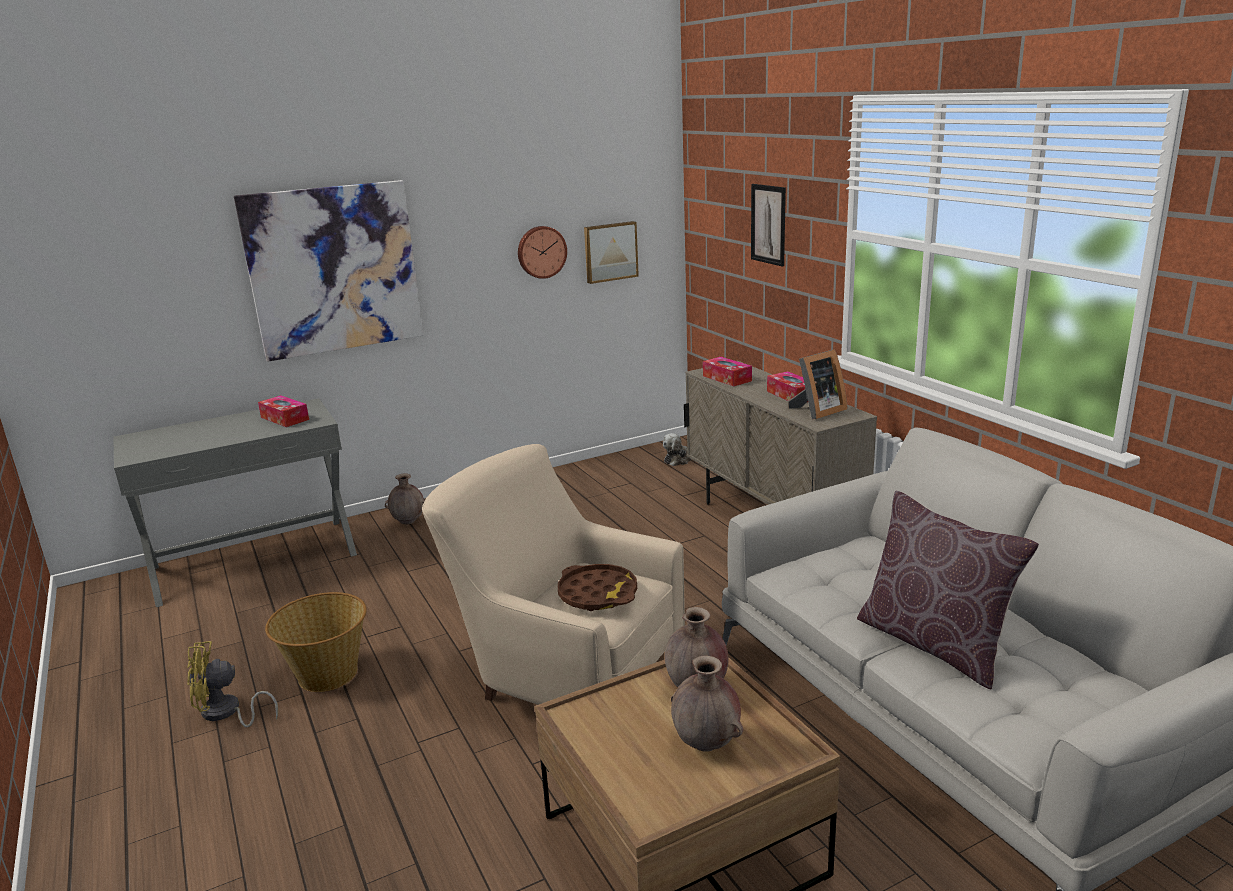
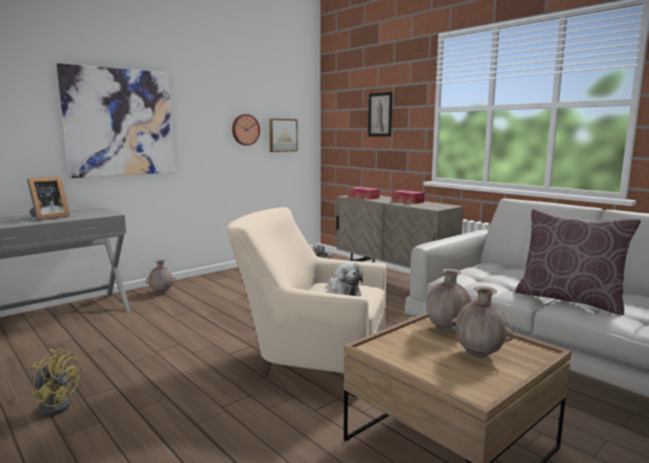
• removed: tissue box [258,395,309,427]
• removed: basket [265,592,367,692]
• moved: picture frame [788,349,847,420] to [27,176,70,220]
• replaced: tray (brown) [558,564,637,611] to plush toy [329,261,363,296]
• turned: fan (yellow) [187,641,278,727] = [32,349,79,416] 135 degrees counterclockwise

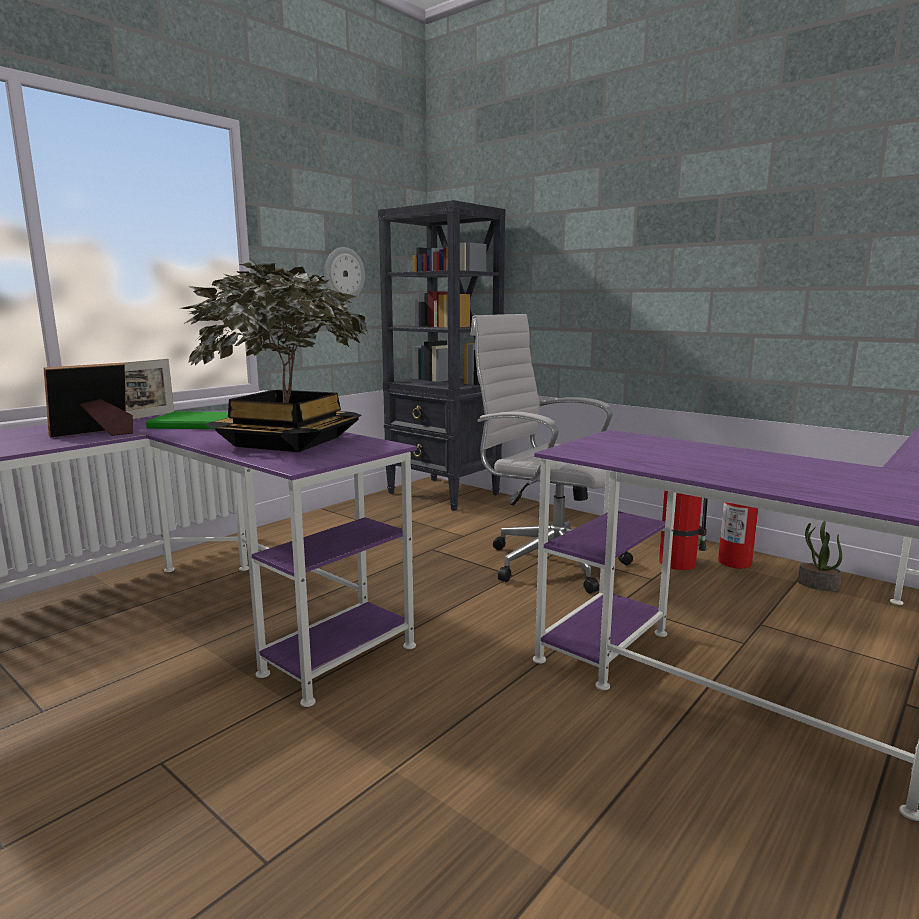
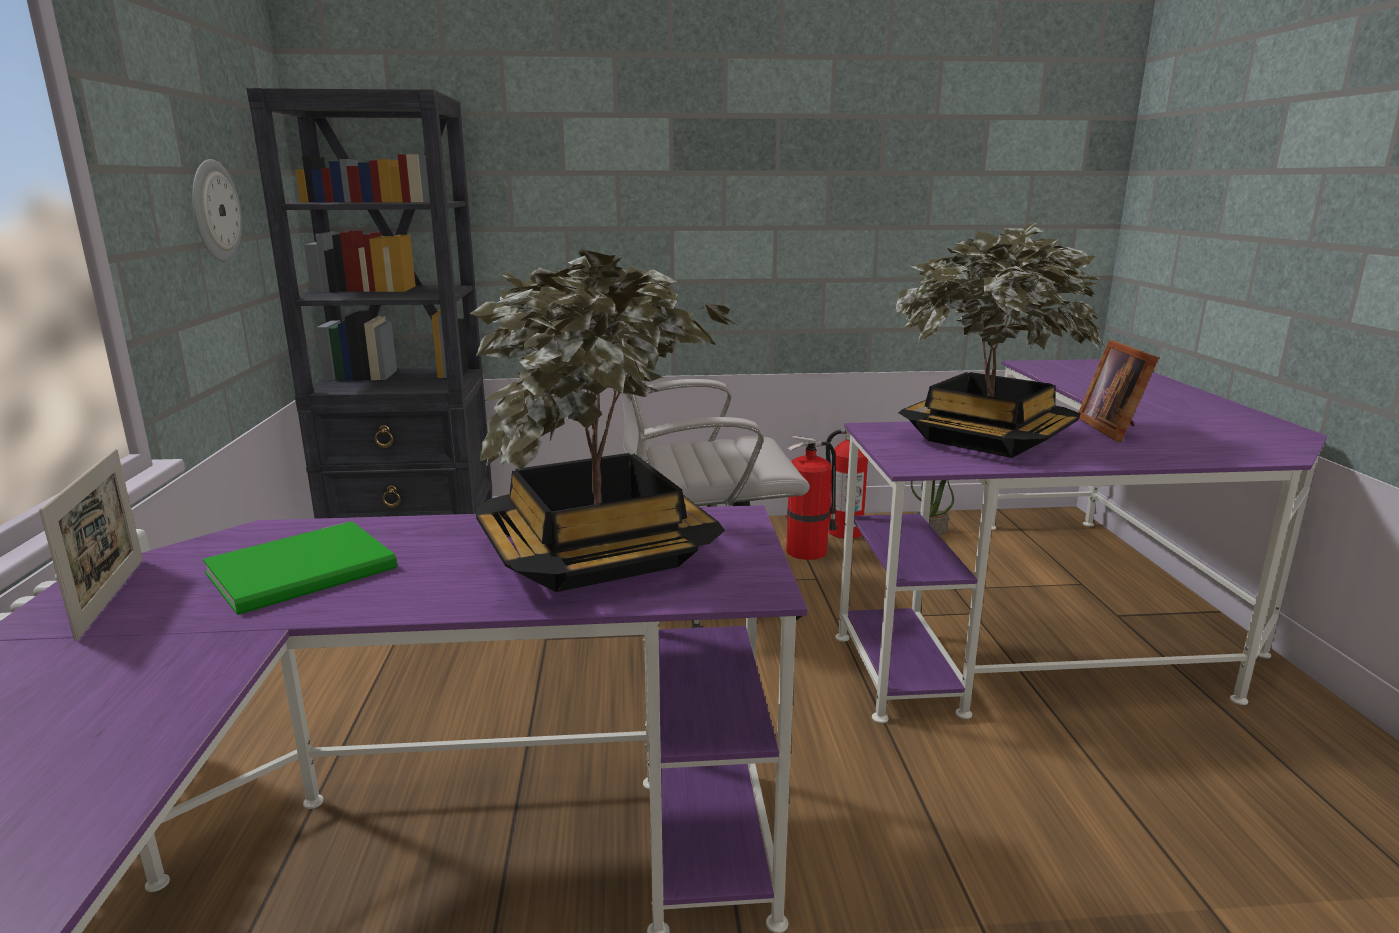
• added: potted plant [895,222,1105,458]
• moved: picture frame [44,363,133,438] to [1078,340,1159,442]

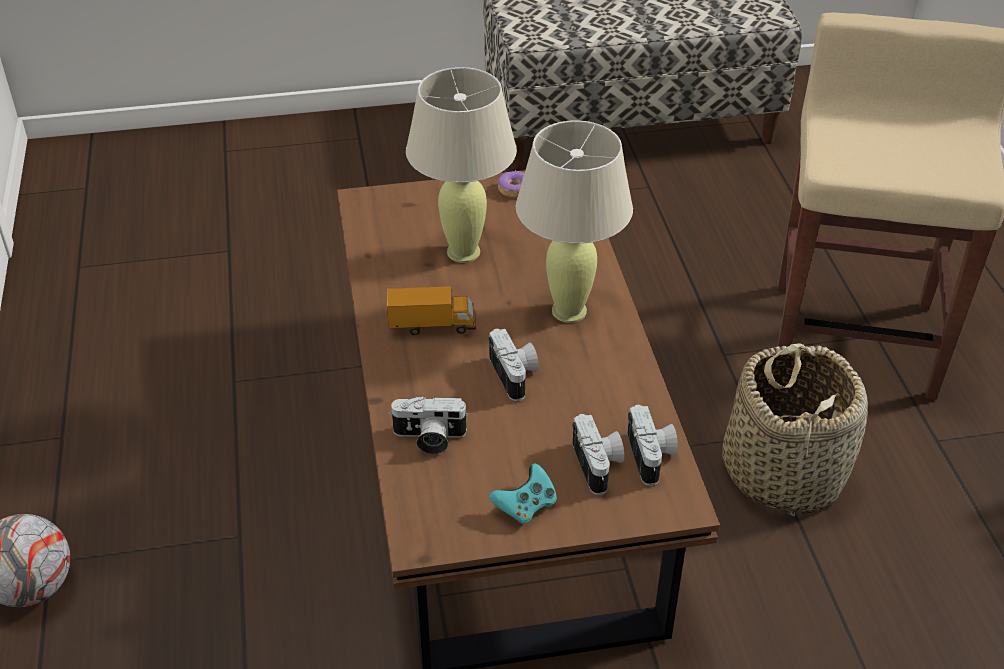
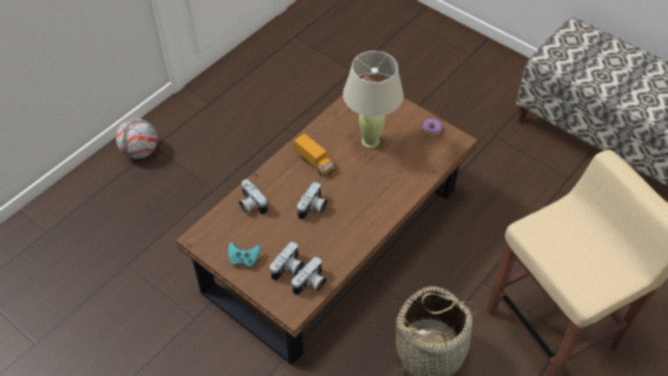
• removed: table lamp (beige) [516,120,633,323]

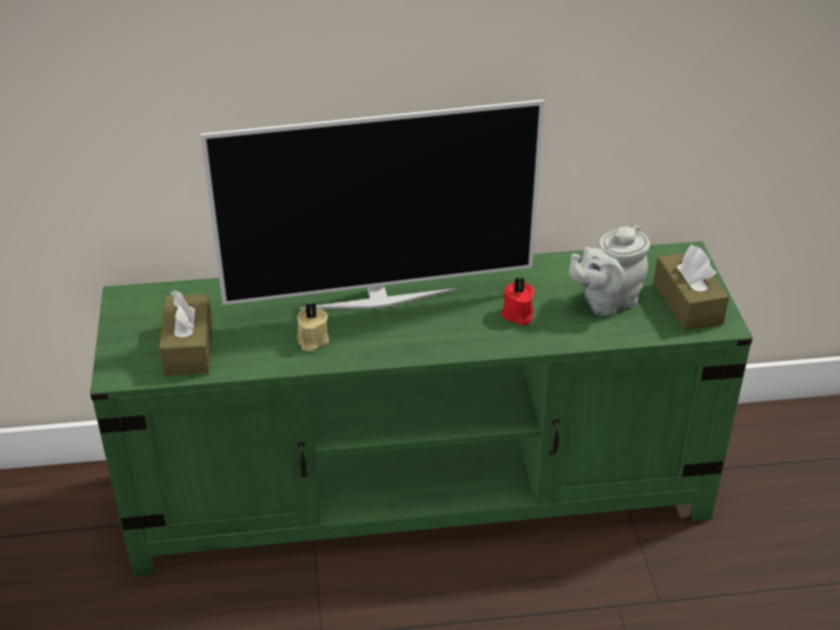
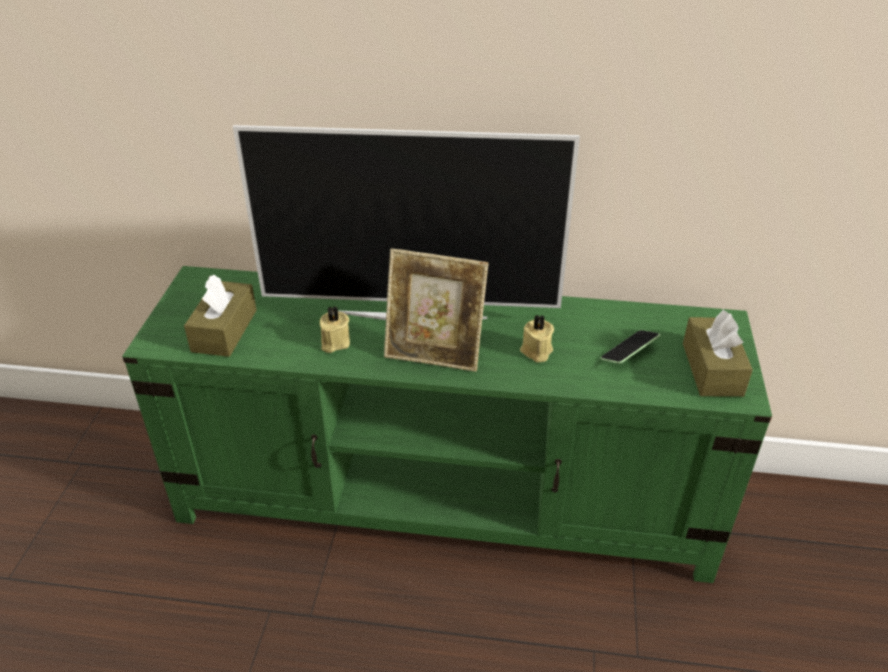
• added: picture frame [384,248,489,372]
• replaced: teapot (grey) [569,225,650,316] to phone [600,330,660,364]
• recoloured: candle (red) [501,278,534,325] to candle (beige) [520,314,554,362]

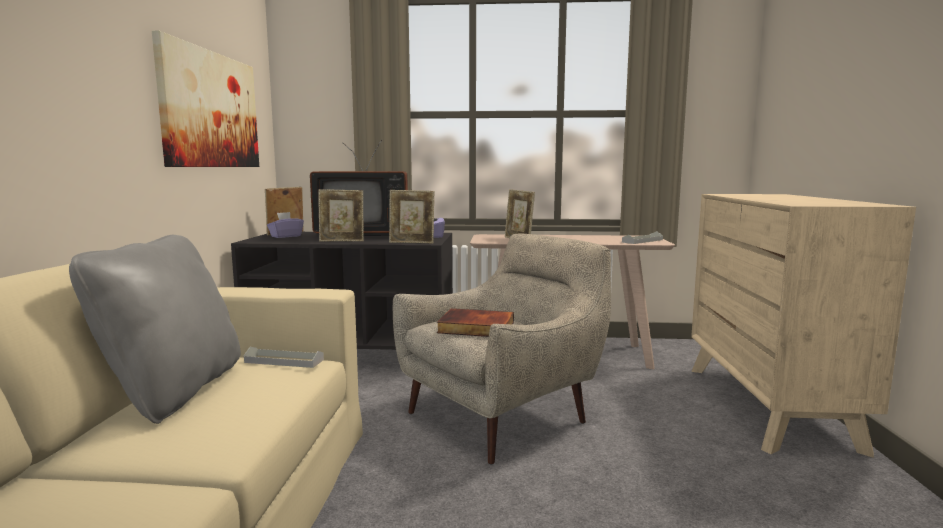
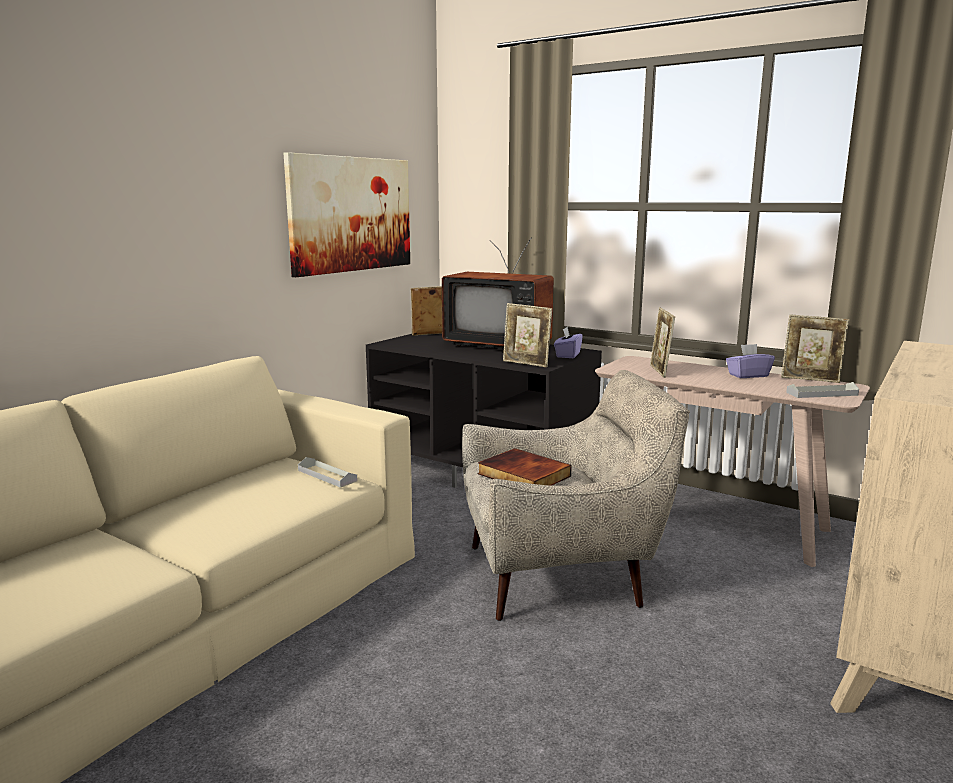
• removed: pillow (grey) [69,235,241,424]
• moved: tissue box (purple) [267,212,304,238] to [726,344,775,378]
• moved: picture frame [318,189,364,242] to [781,314,849,383]

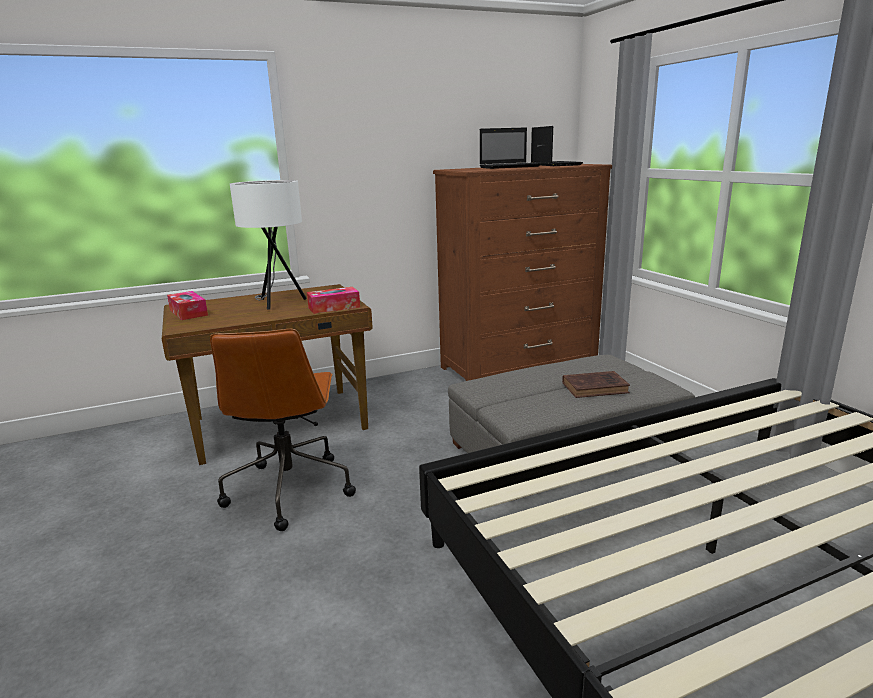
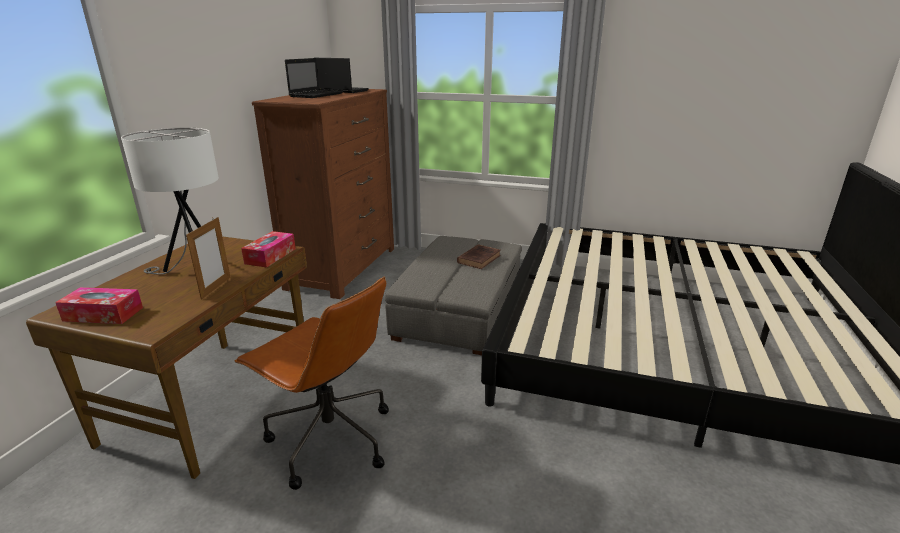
• added: picture frame [186,217,231,300]

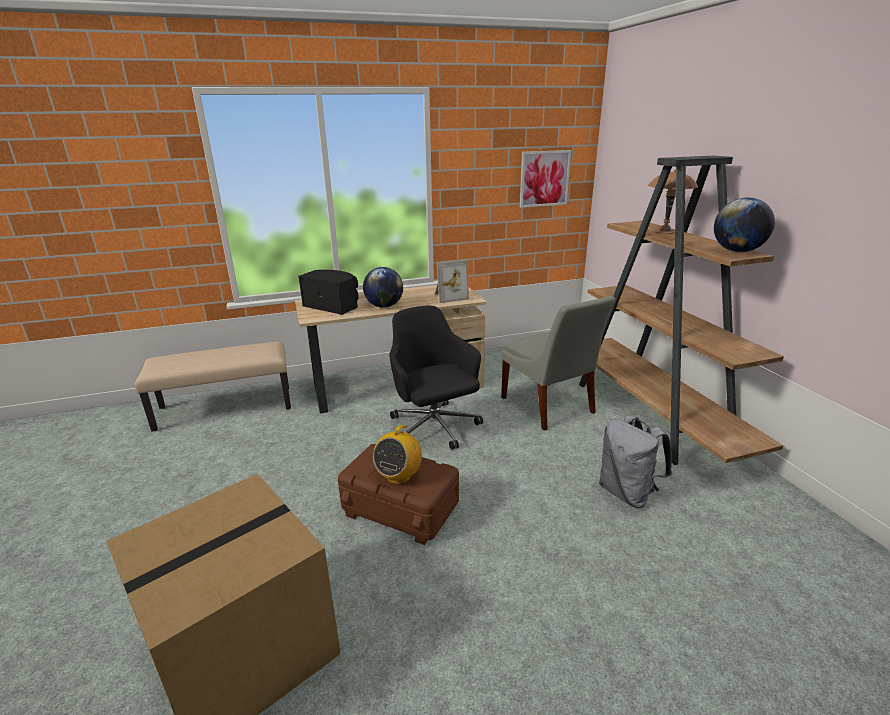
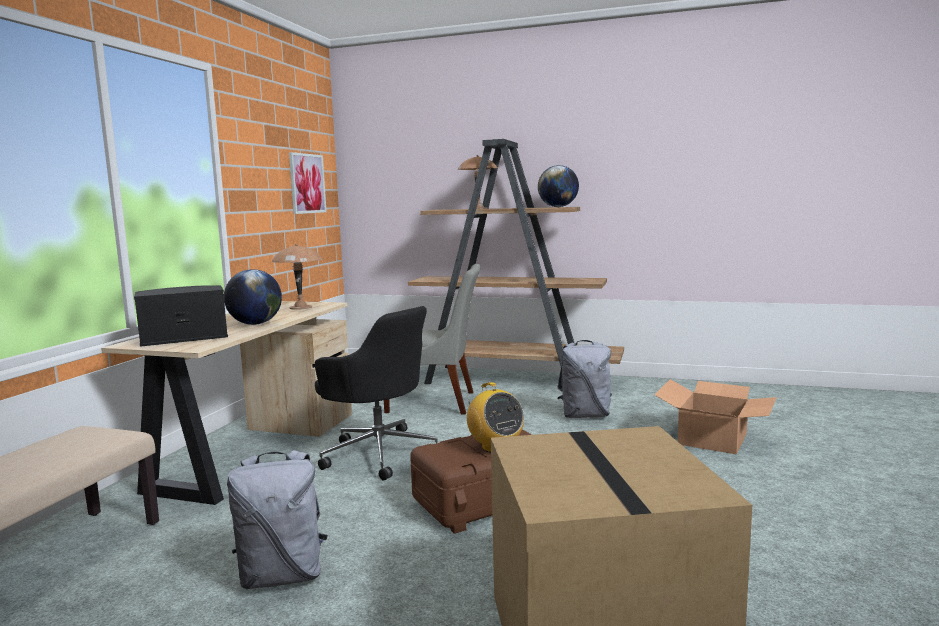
• added: backpack (grey) [227,450,328,589]
• added: cardboard box [654,379,777,454]
• replaced: picture frame [435,260,469,303] to table lamp (brown) [272,243,322,310]
• turned: office chair (black) [389,306,483,450] = [315,306,438,480] 150 degrees counterclockwise

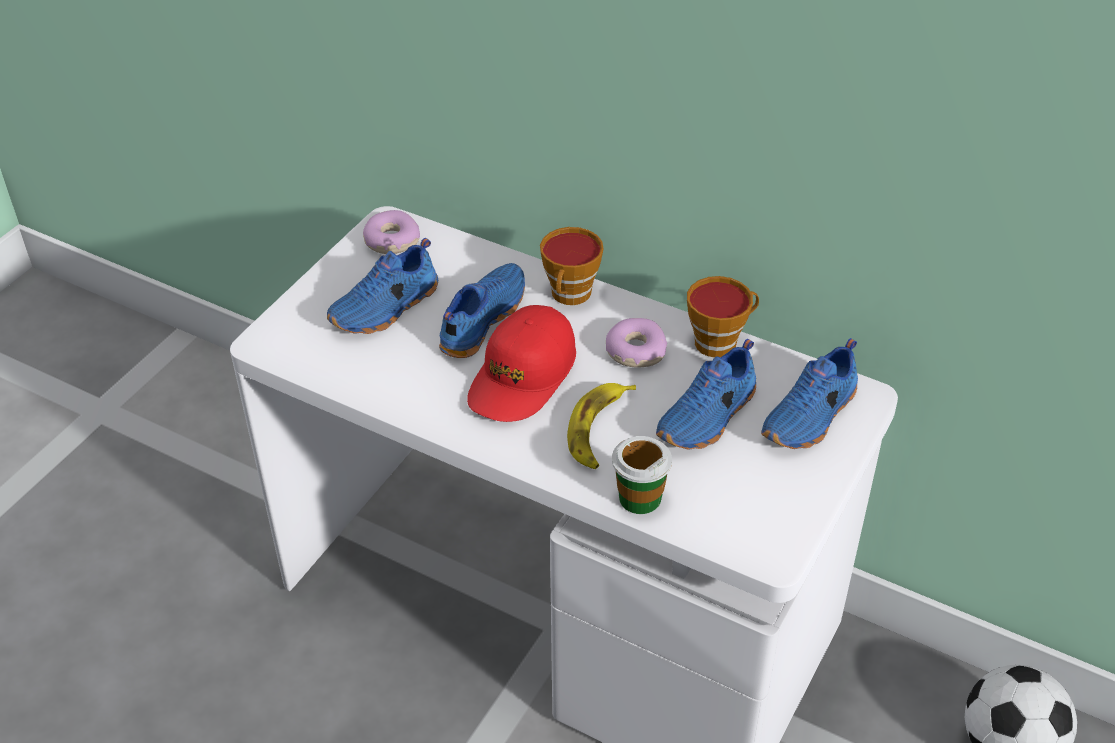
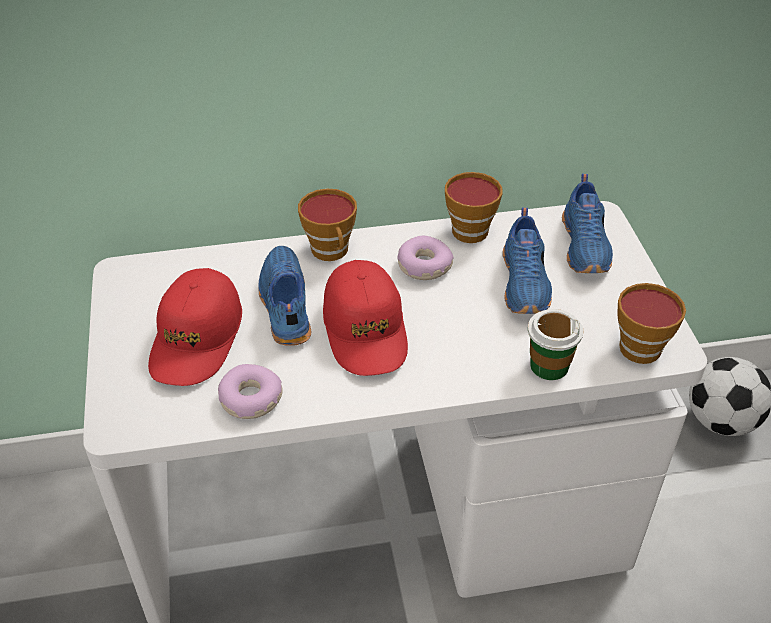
• removed: banana [567,383,636,469]
• added: cup [618,283,686,364]
• moved: donut [363,210,420,254] to [218,364,283,419]
• replaced: shoe (blue) [327,238,438,334] to cap (red) [148,268,242,386]

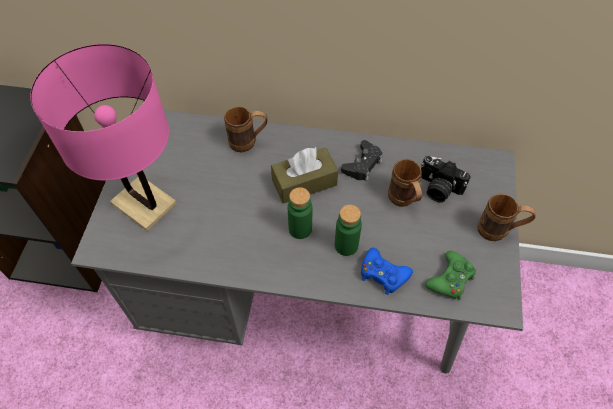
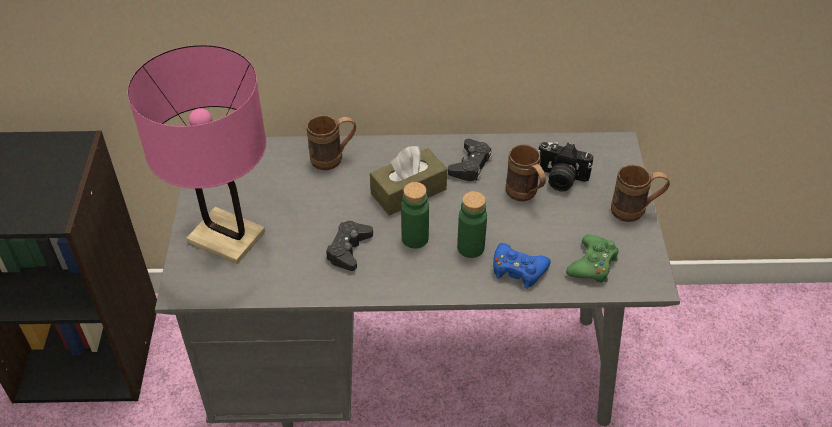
• added: game controller (black) [326,221,373,271]

